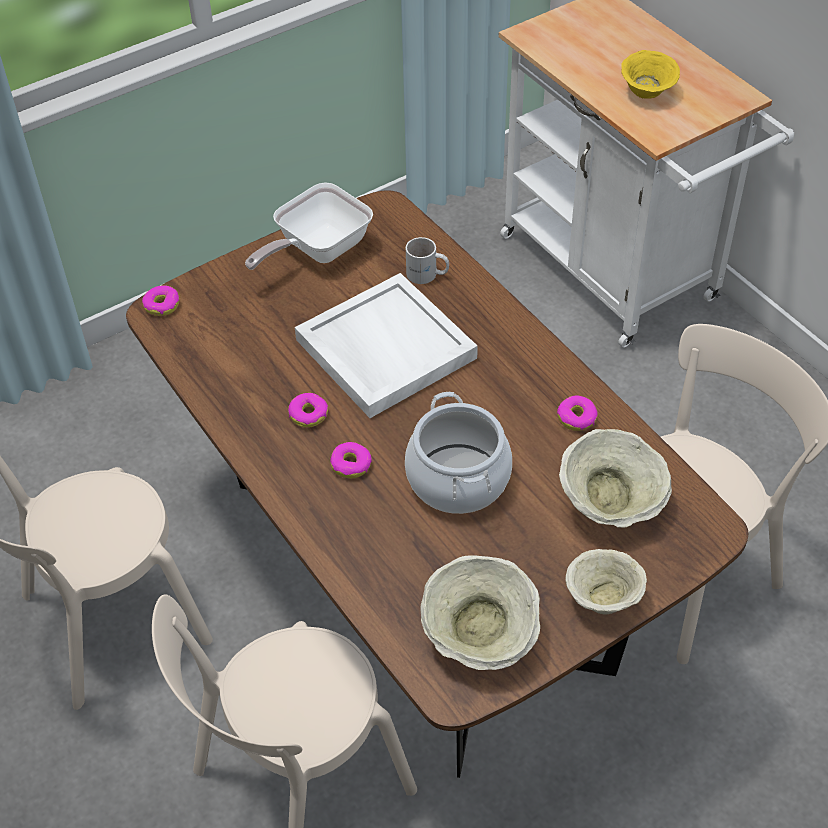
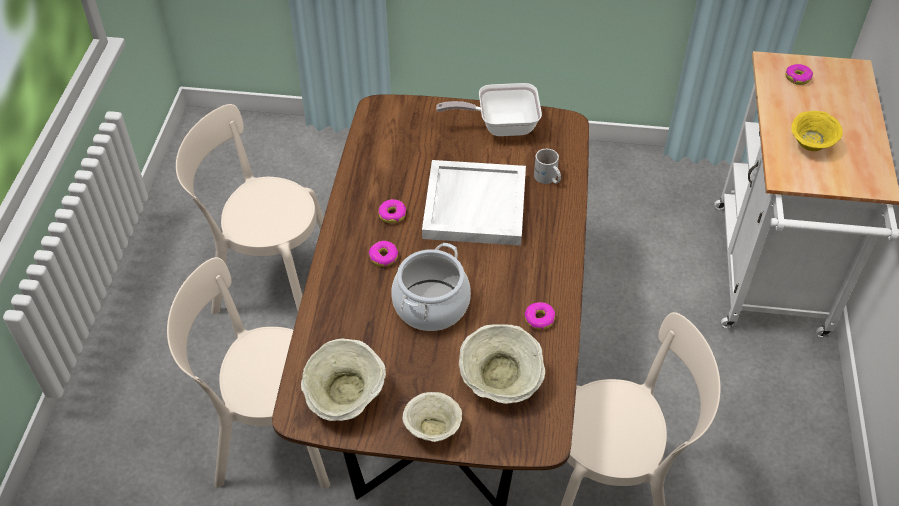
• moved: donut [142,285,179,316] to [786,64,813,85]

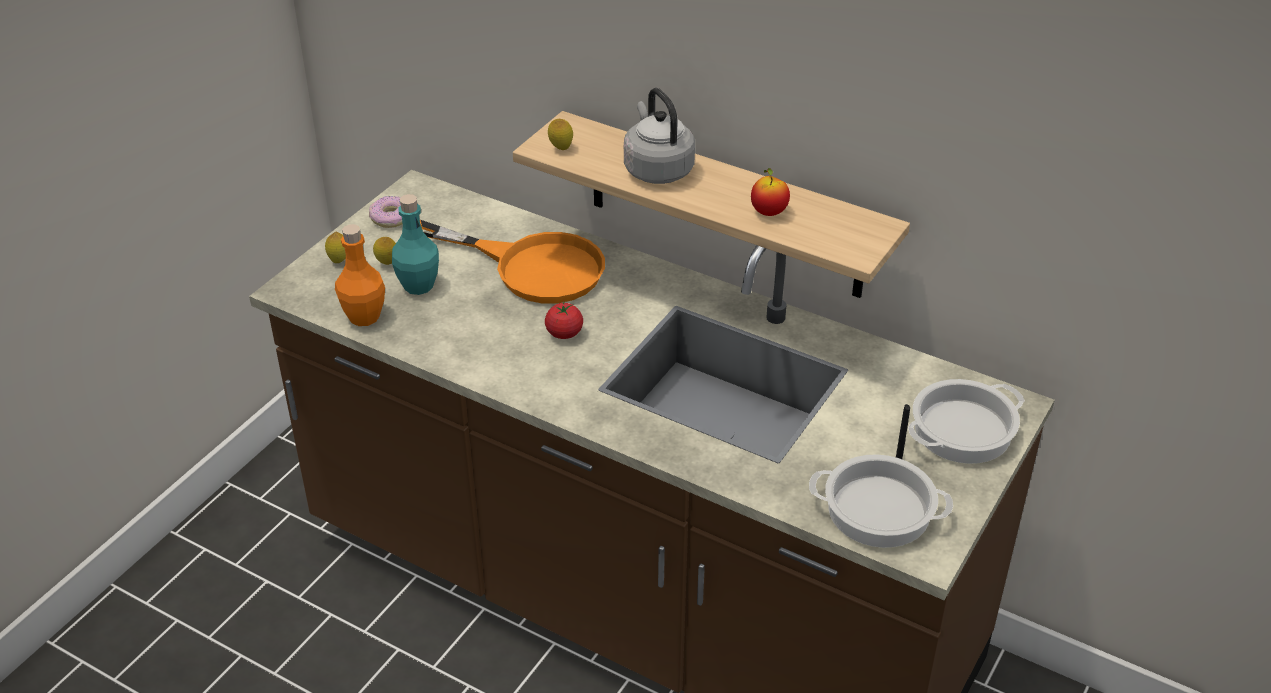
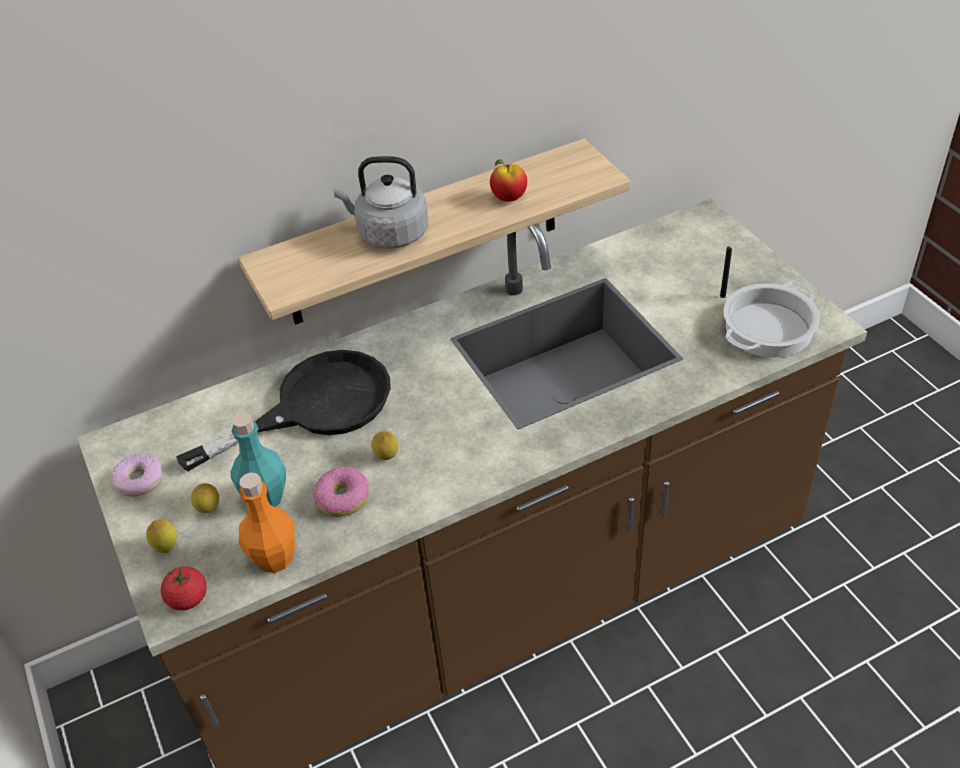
• removed: cooking pot [908,379,1025,464]
• added: donut [313,467,369,517]
• moved: tomato [545,302,583,339] to [161,566,207,610]
• moved: lemon [548,119,573,150] to [371,431,398,460]
• recoloured: frying pan (orange) [420,220,605,304] to frying pan (black) [176,350,391,471]

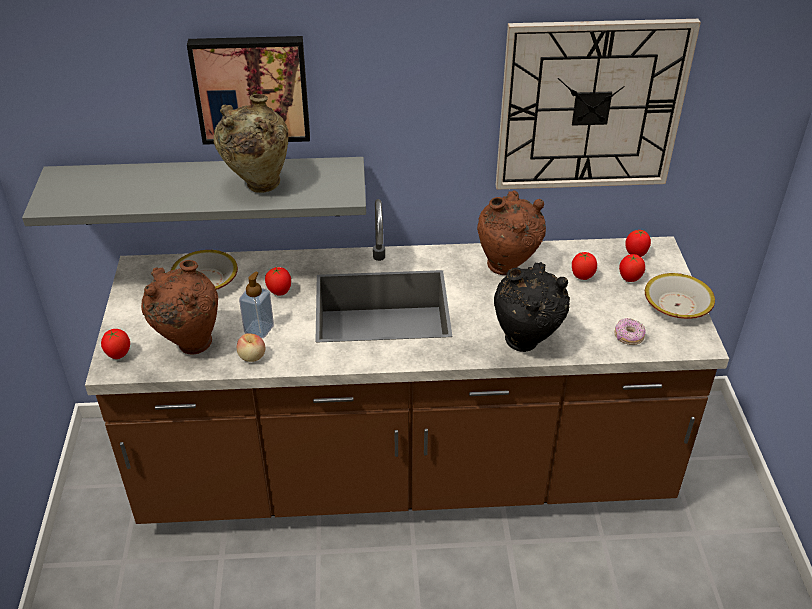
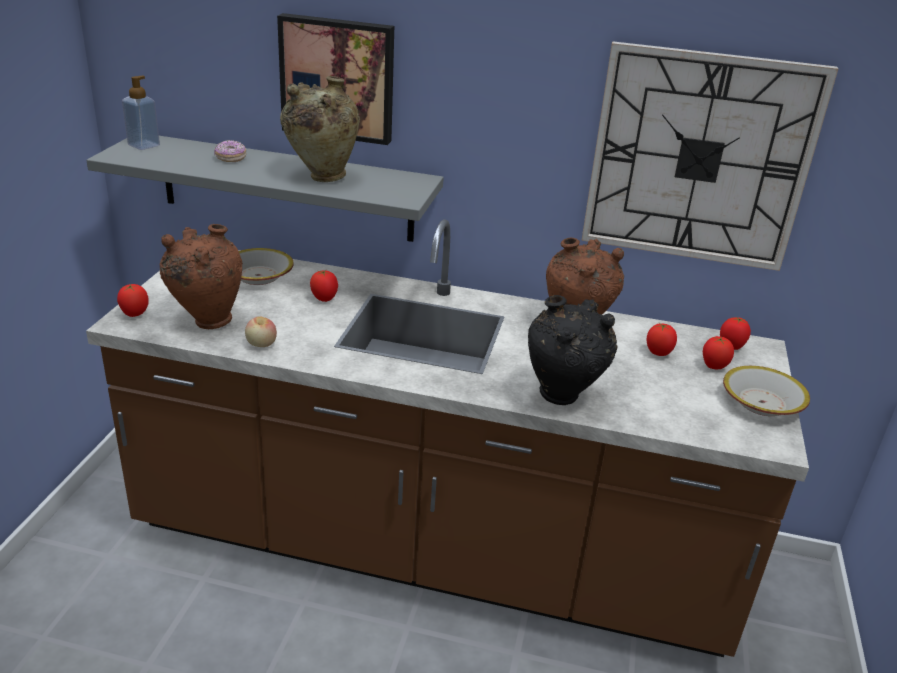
• moved: soap dispenser [239,272,274,338] to [122,76,160,150]
• moved: donut [615,318,646,345] to [214,140,246,162]

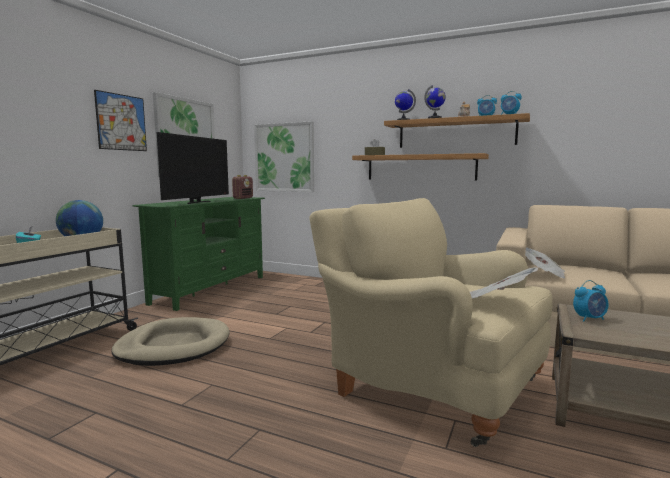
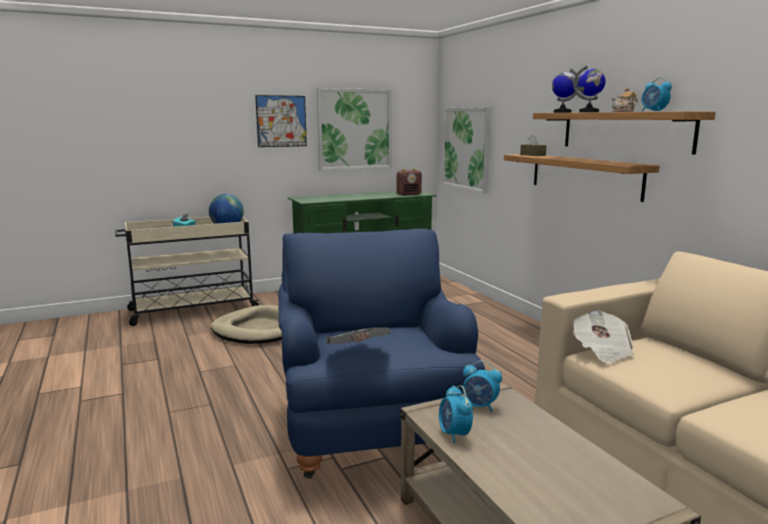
• removed: television [157,132,229,204]
• moved: alarm clock [501,91,522,115] to [439,385,473,443]
• recoloured: armchair (beige) [309,198,552,447] to armchair (blue) [278,229,485,479]

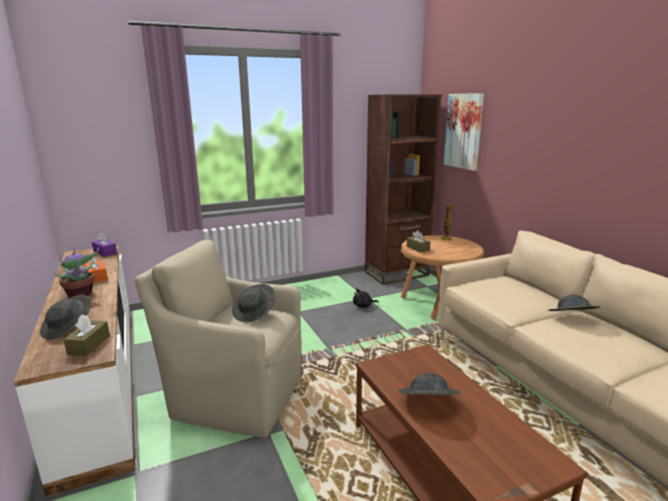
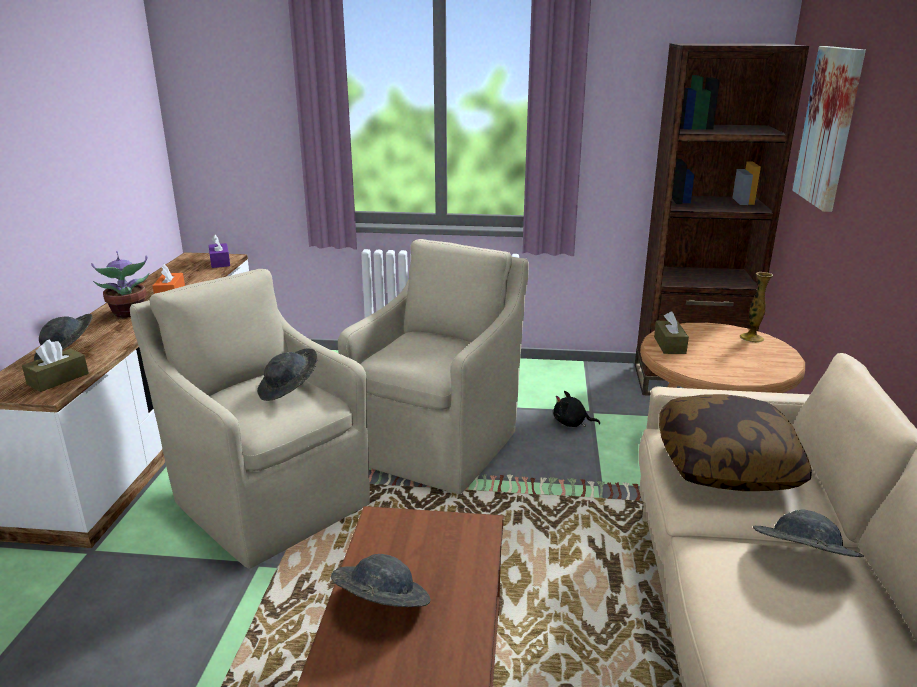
• added: armchair (beige) [338,239,529,494]
• added: pillow [659,394,812,491]

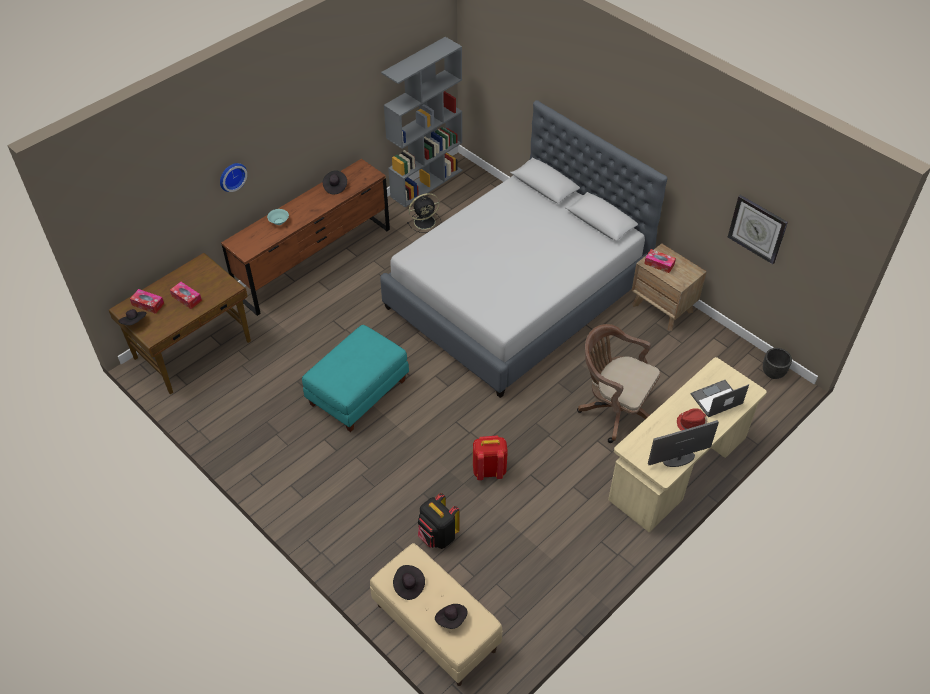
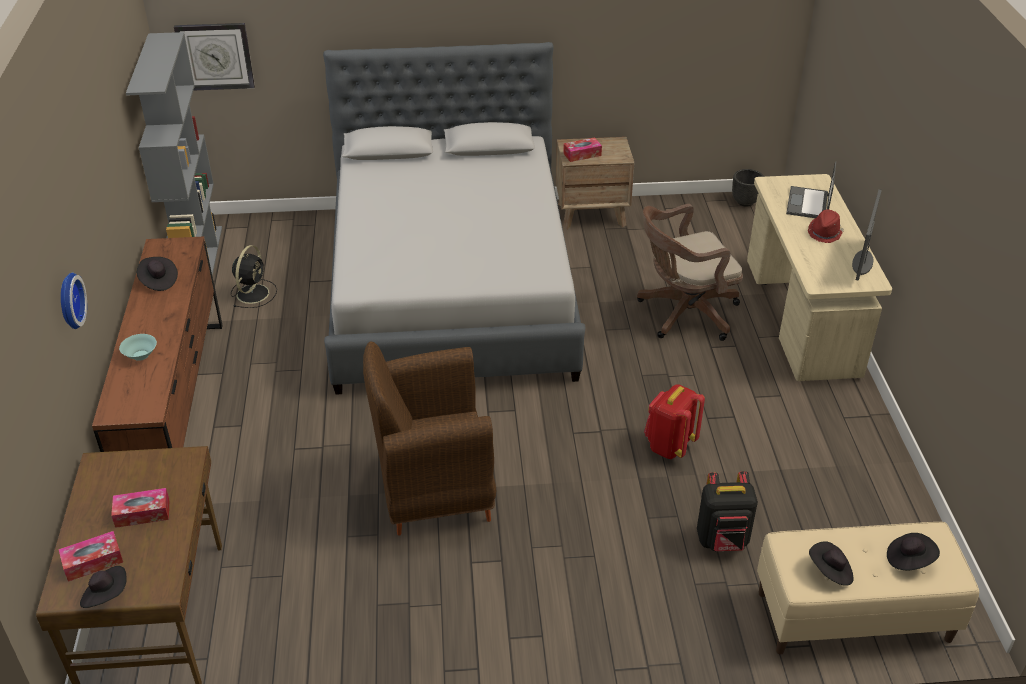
• moved: wall clock [728,195,788,264] to [174,23,255,91]
• replaced: ottoman (turquoise) [302,325,409,432] to armchair (brown) [363,342,496,535]

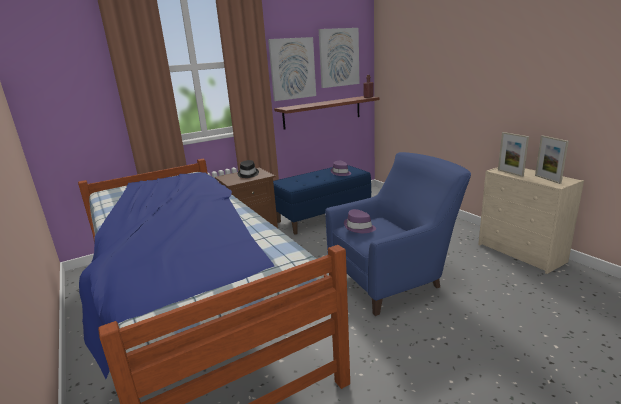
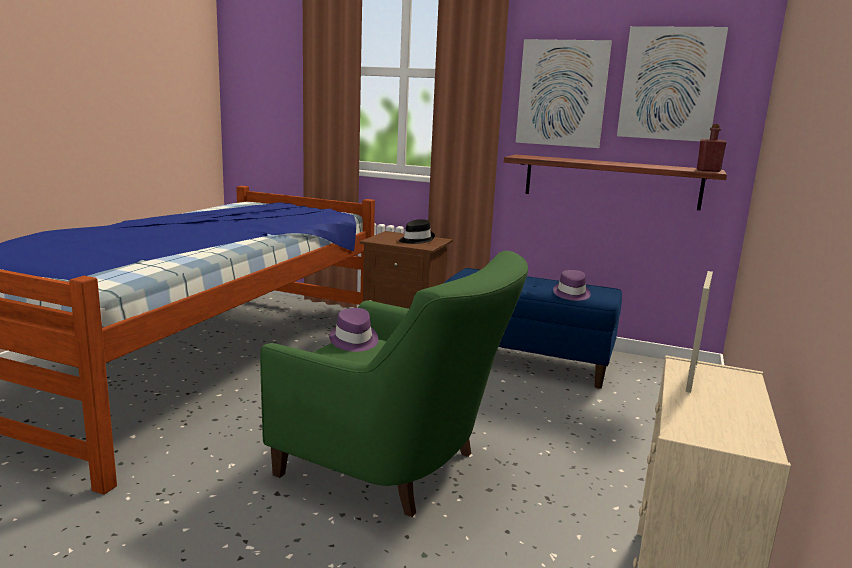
• removed: picture frame [535,135,569,184]
• recoloured: armchair (blue) [325,152,471,316] to armchair (green) [260,251,528,517]

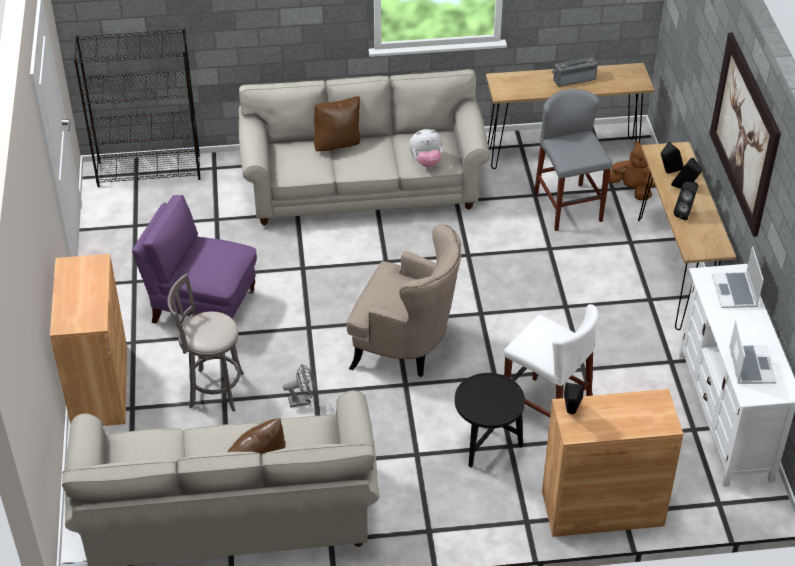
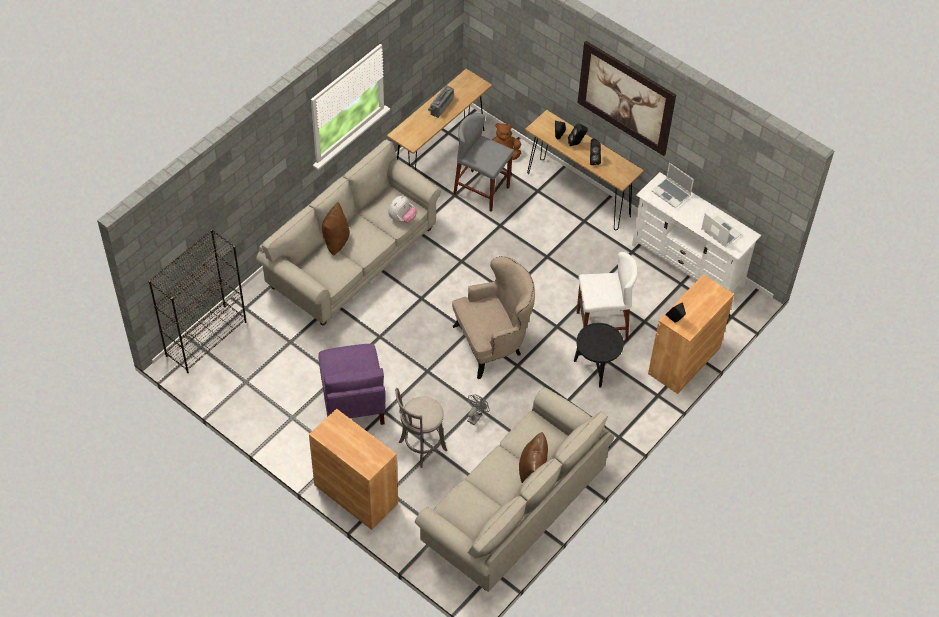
• turned: armchair (purple) [132,195,257,324] = [318,344,385,425] 75 degrees counterclockwise

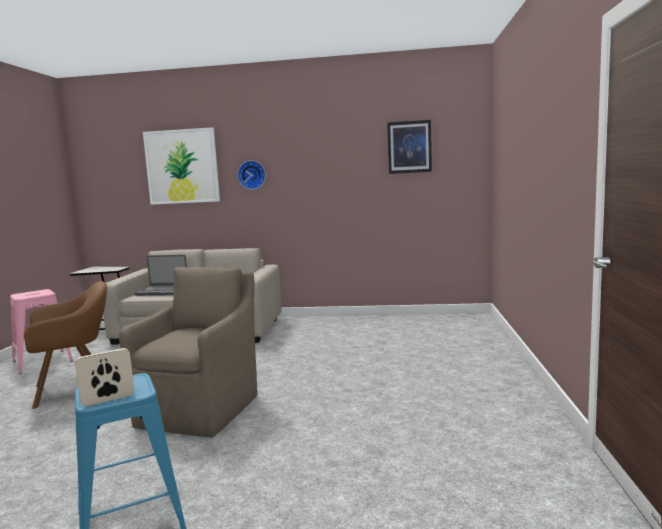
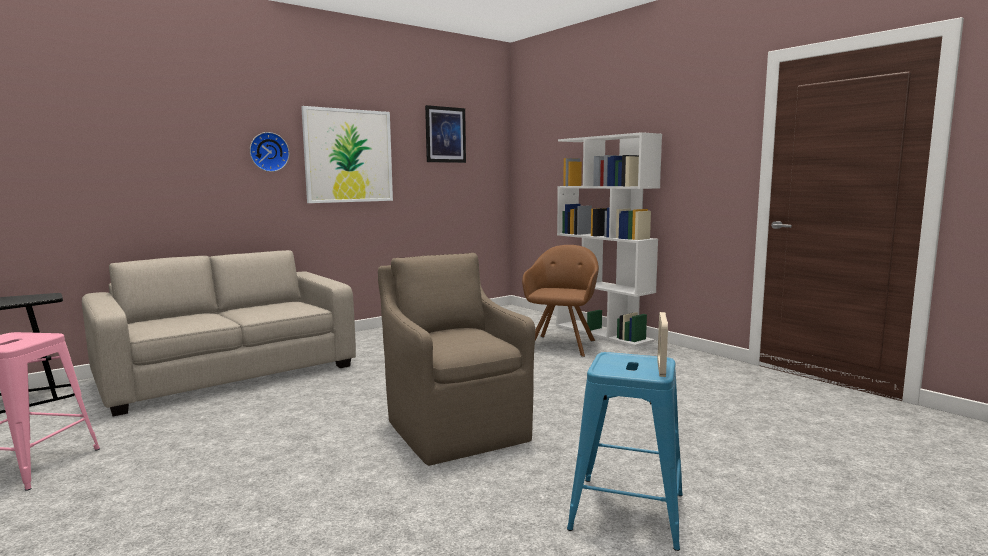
• removed: laptop [134,255,187,295]
• added: bookcase (white) [556,132,662,347]
• moved: armchair (brown) [24,281,107,409] to [522,245,599,357]
• moved: picture [143,127,220,205] to [301,106,393,203]

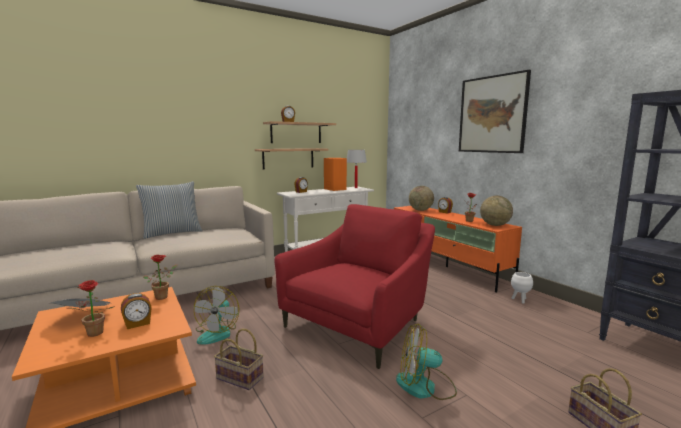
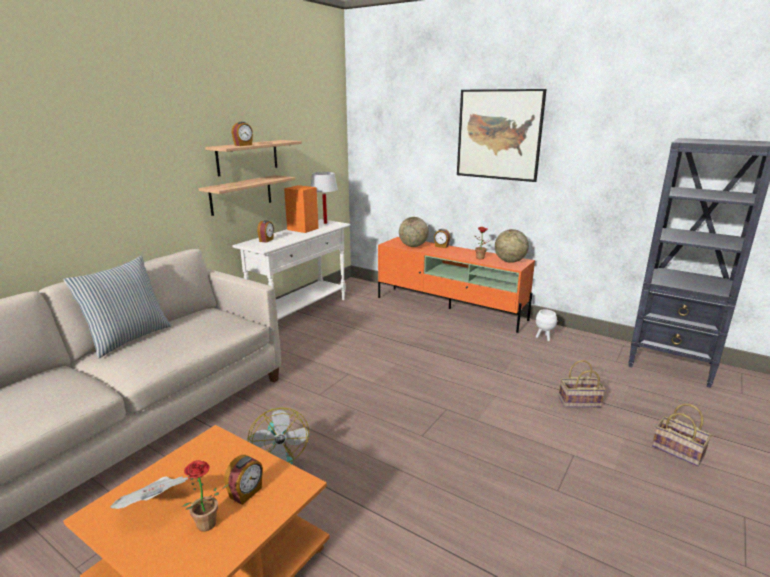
• removed: potted plant [143,255,177,300]
• removed: armchair (red) [275,204,435,369]
• removed: fan [396,324,457,400]
• moved: basket [214,328,264,390] to [559,360,605,408]

